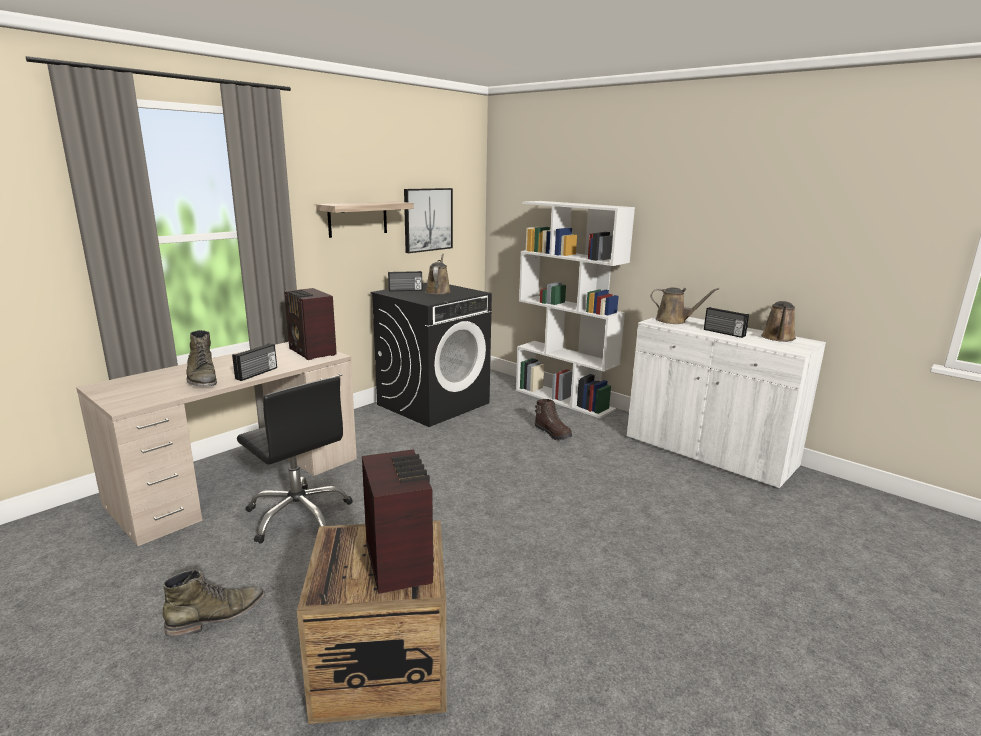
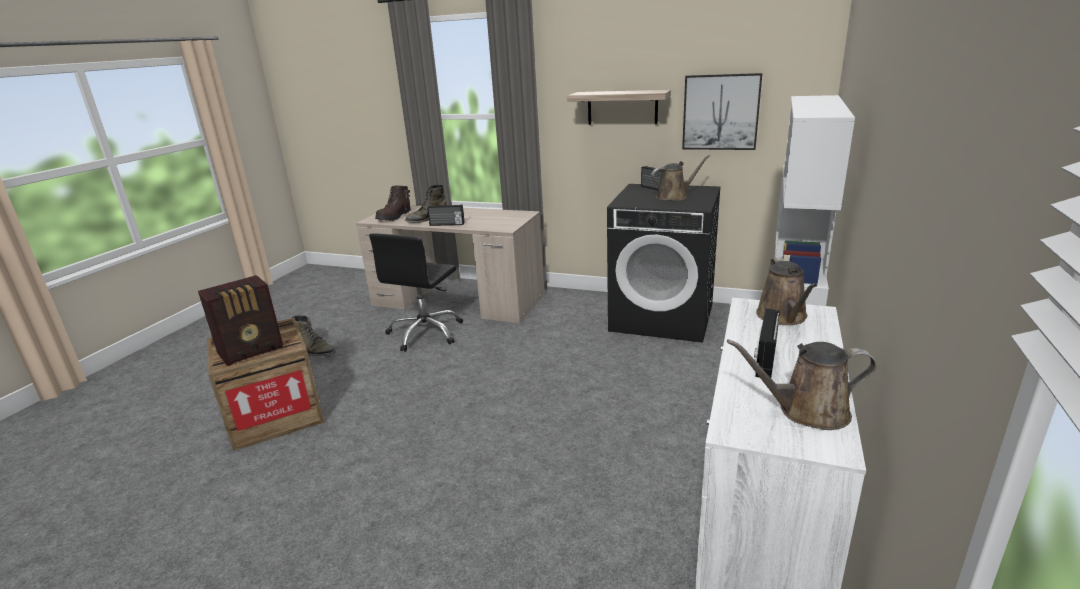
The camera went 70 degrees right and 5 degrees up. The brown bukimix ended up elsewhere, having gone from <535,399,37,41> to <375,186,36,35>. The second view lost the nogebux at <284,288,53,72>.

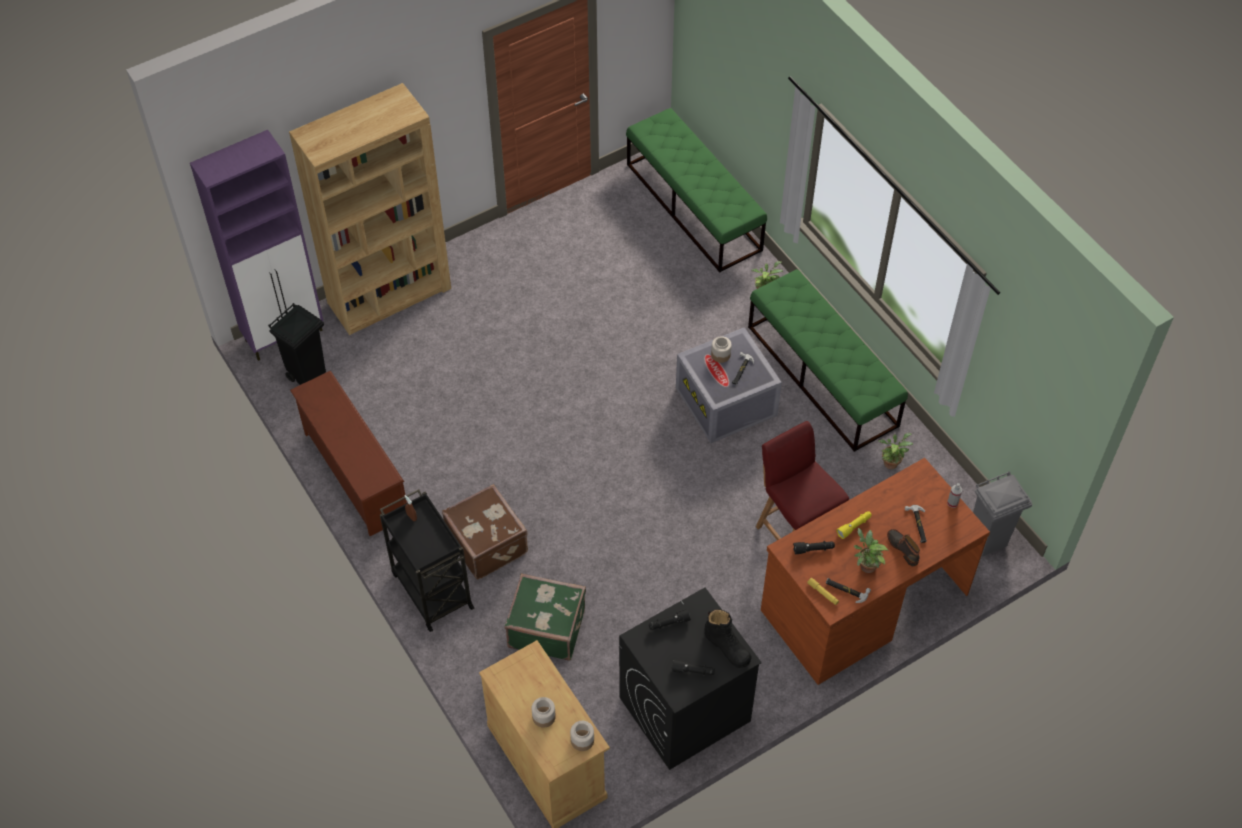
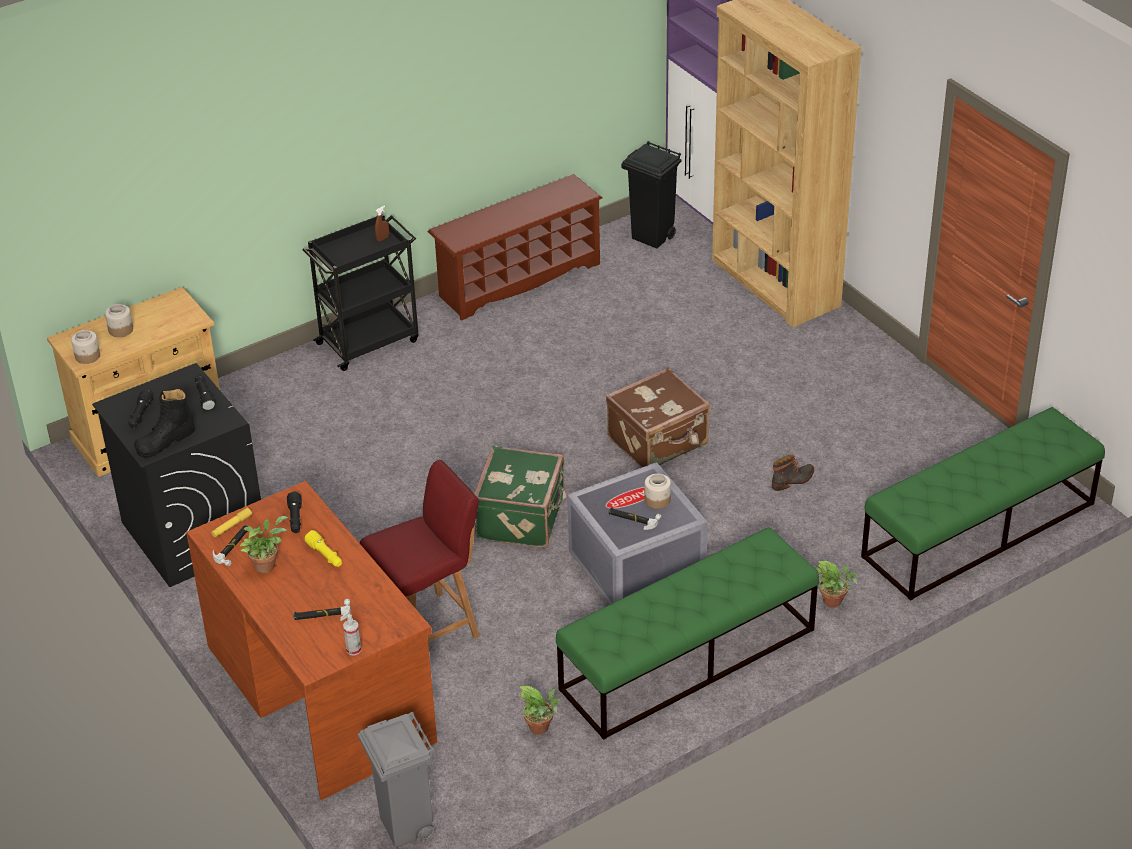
The camera went 90 degrees right and 15 degrees down. The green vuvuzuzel ended up elsewhere, having gone from <505,573,81,88> to <474,446,94,102>. The brown vuvuzuzel ended up elsewhere, having gone from <442,484,86,96> to <606,367,104,101>. The bukimix ended up elsewhere, having gone from <887,529,33,37> to <772,455,42,36>.

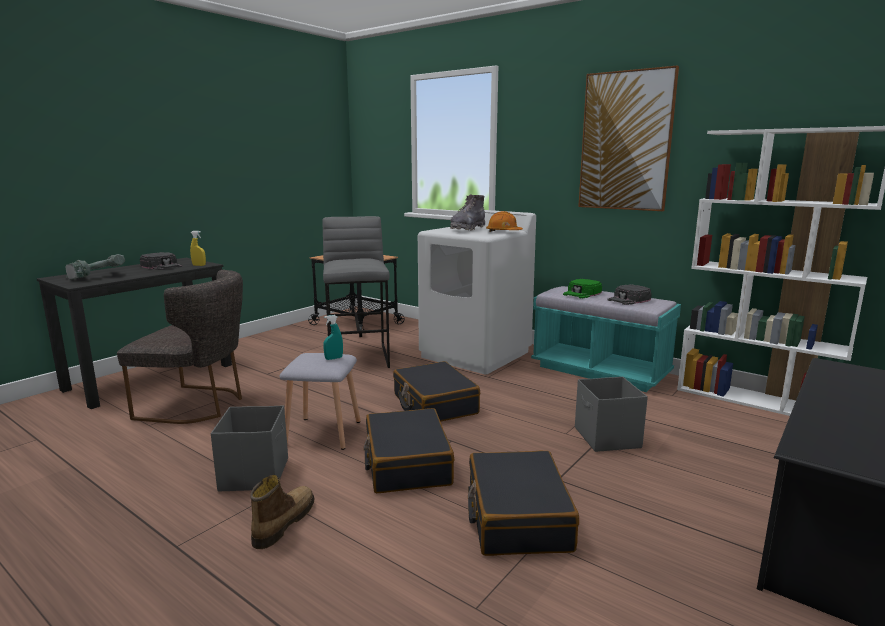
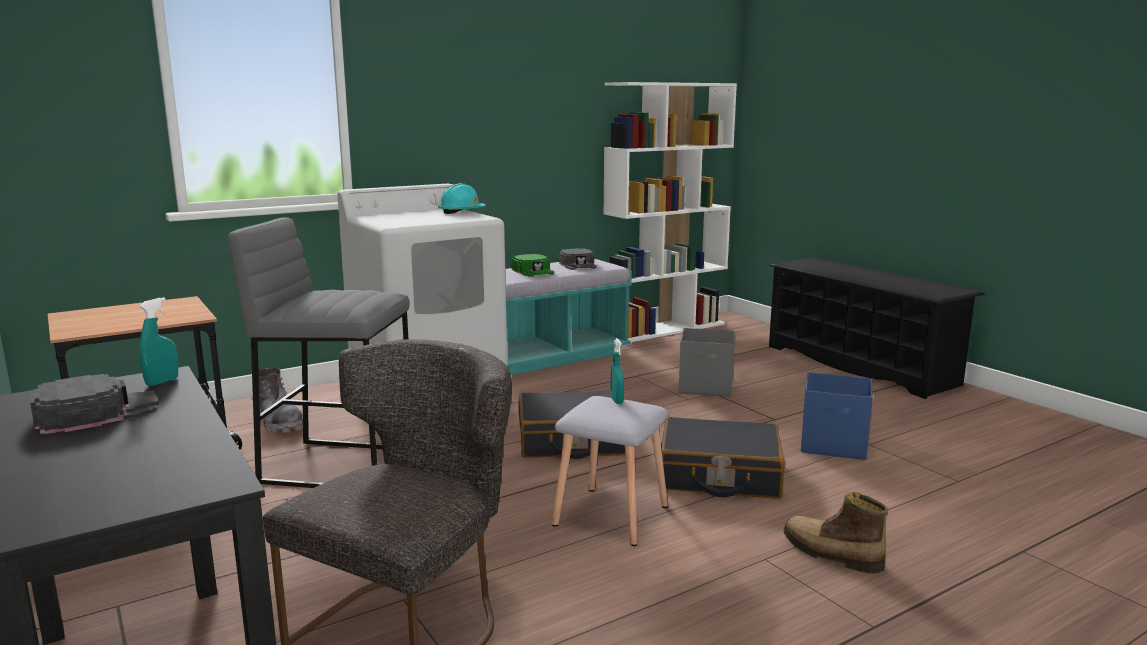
The camera went 70 degrees left and 0 degrees up. What was the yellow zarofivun at <190,231,16,35> turned into the turquoise zarofivun at <139,297,39,89>. The grey bukimix ended up elsewhere, having gone from <450,194,35,36> to <259,368,44,65>. What was the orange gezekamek at <486,211,37,21> turned into the turquoise gezekamek at <438,183,48,31>. Where the black vuvuzuzel stood at <468,451,111,105>, the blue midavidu came to stand at <801,372,72,88>. The second view lost the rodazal at <65,254,60,25>. The second view lost the grey midavidu at <211,405,77,86>. The second view lost the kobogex at <578,66,101,145>.

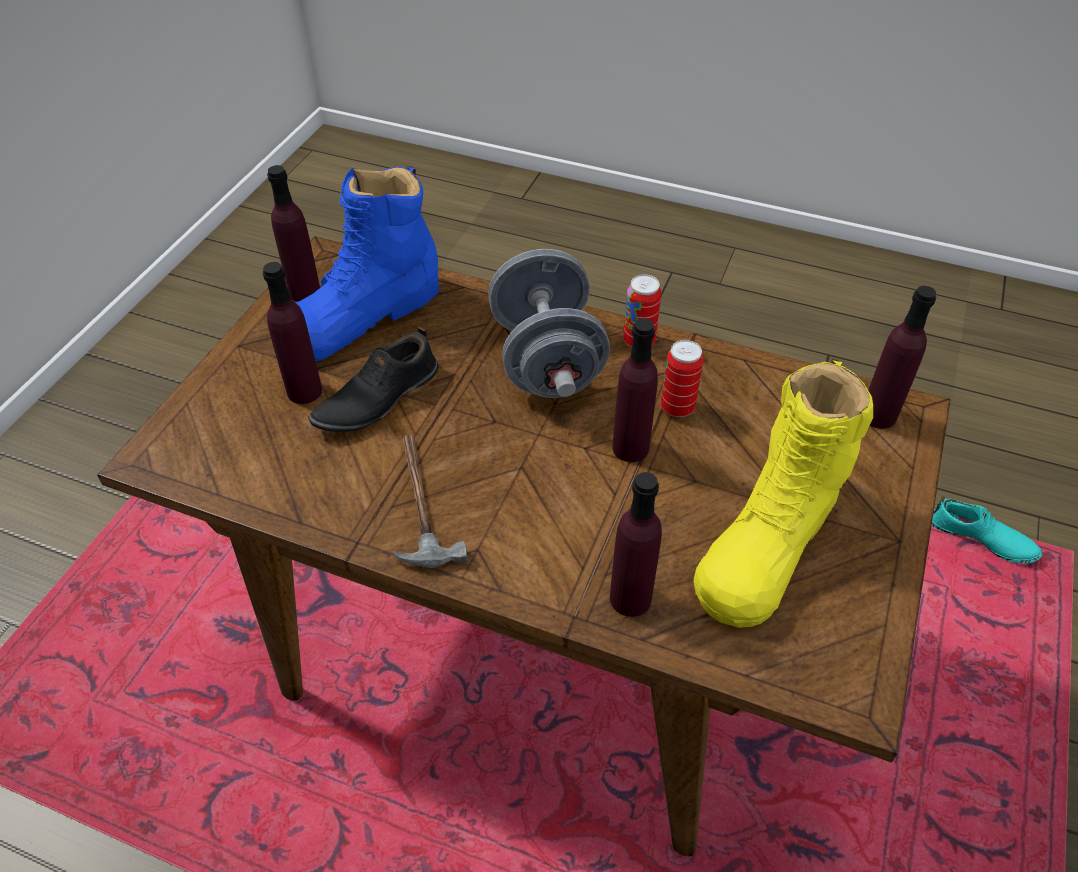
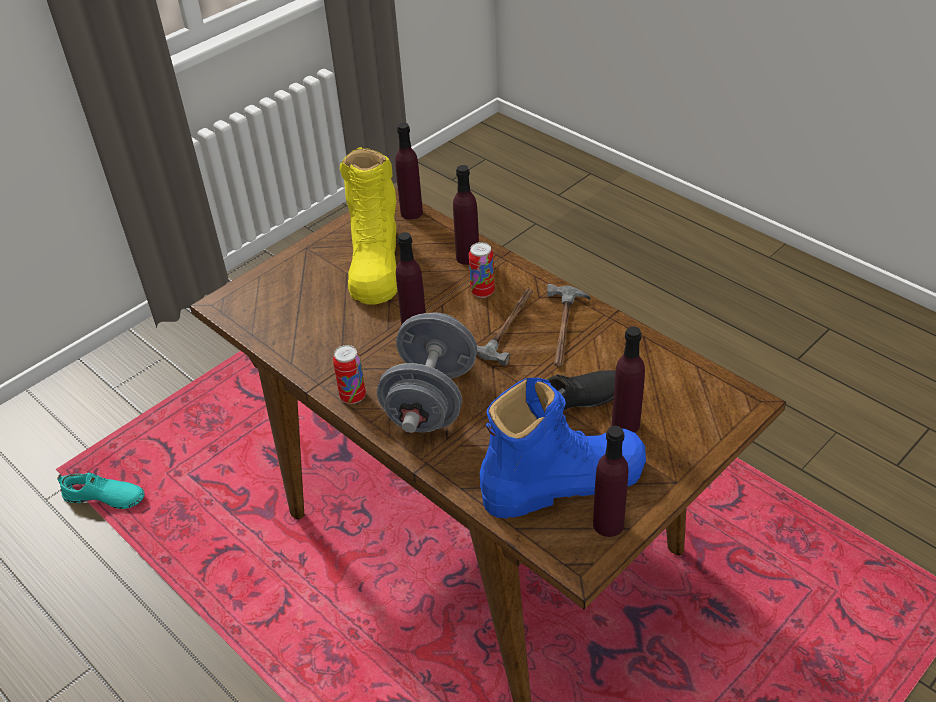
The camera went 155 degrees left and 5 degrees down. The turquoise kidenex at <932,496,111,67> ended up facing another way, 135 degrees clockwise from before. The yellow bukimix at <694,359,179,269> ended up facing another way, 120 degrees clockwise from before. The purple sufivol ended up elsewhere, having gone from <868,286,68,143> to <395,123,28,96>. The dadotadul ended up elsewhere, having gone from <661,340,43,77> to <469,242,26,56>. The second view gained the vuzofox at <477,288,56,78>.

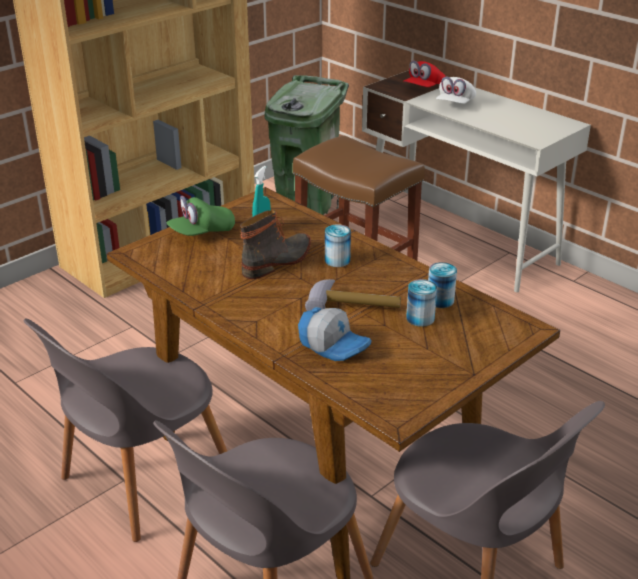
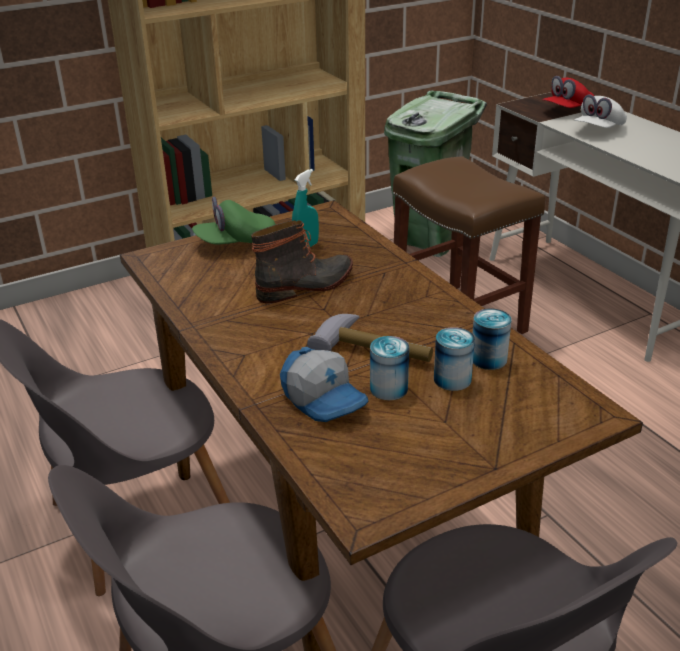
The camera went 15 degrees right and 0 degrees up. The dadotadul ended up elsewhere, having gone from <325,224,26,43> to <370,336,39,64>.

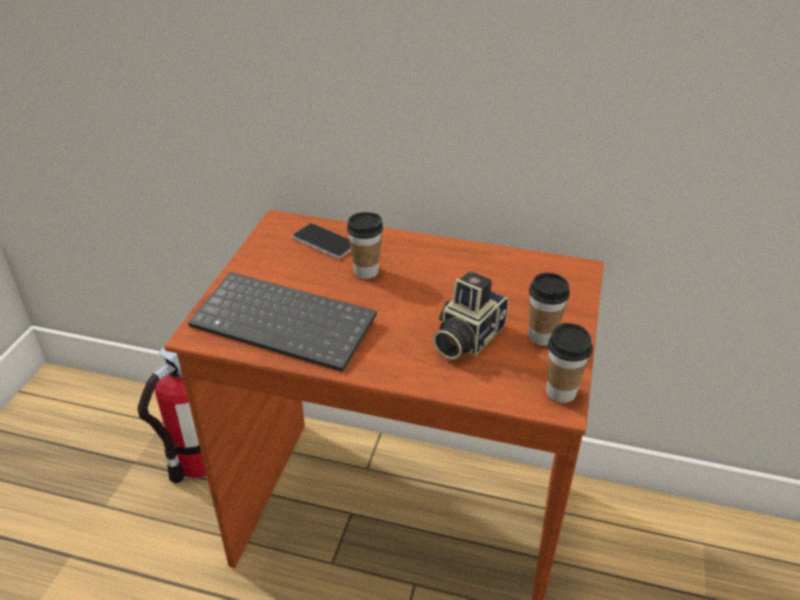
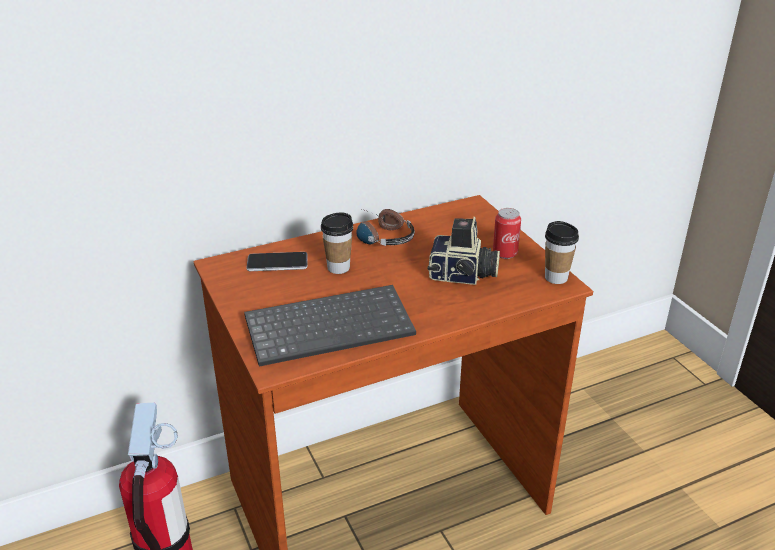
The camera went 40 degrees left and 5 degrees down. The second view gained the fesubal at <356,209,59,37>. The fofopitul at <433,271,76,88> ended up facing another way, 75 degrees counterclockwise from before. Where the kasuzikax stood at <528,273,42,73>, the dadotadul came to stand at <493,208,28,51>.

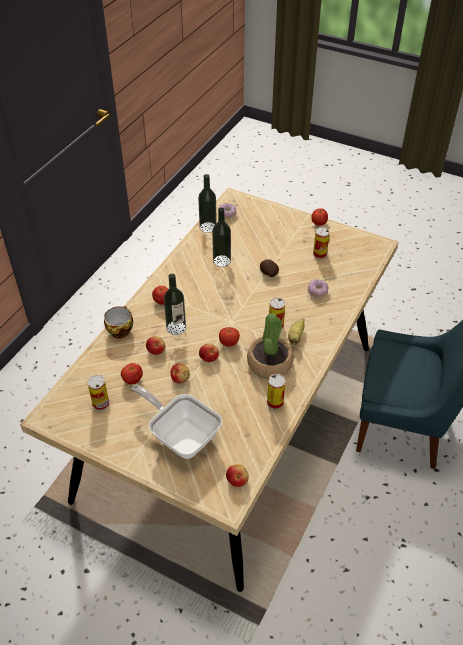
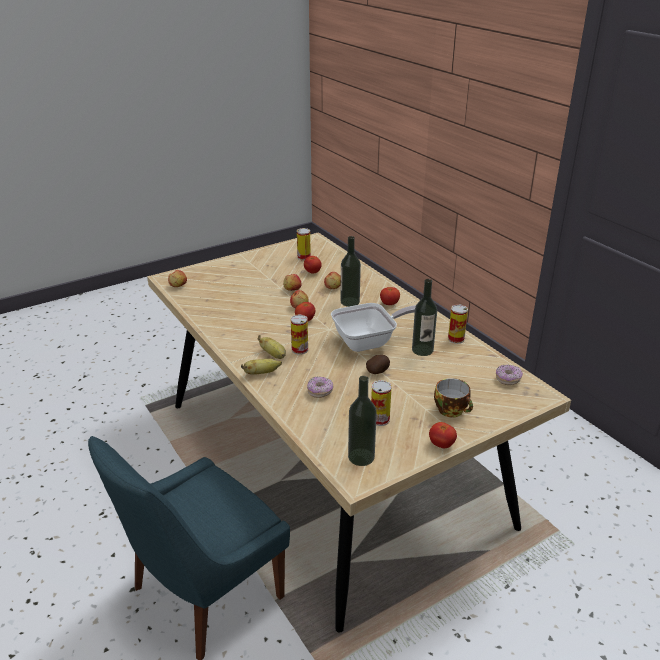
The camera went 120 degrees right and 15 degrees down. The second view gained the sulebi at <241,359,41,16>. The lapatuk ended up elsewhere, having gone from <132,385,91,74> to <331,303,85,49>. The sufivol ended up elsewhere, having gone from <198,174,19,59> to <348,376,29,90>. The kasuzikax ended up elsewhere, having gone from <104,306,29,33> to <434,378,39,40>. The dadotadul ended up elsewhere, having gone from <267,374,18,36> to <448,304,20,40>. The second view lost the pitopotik at <247,313,47,66>.

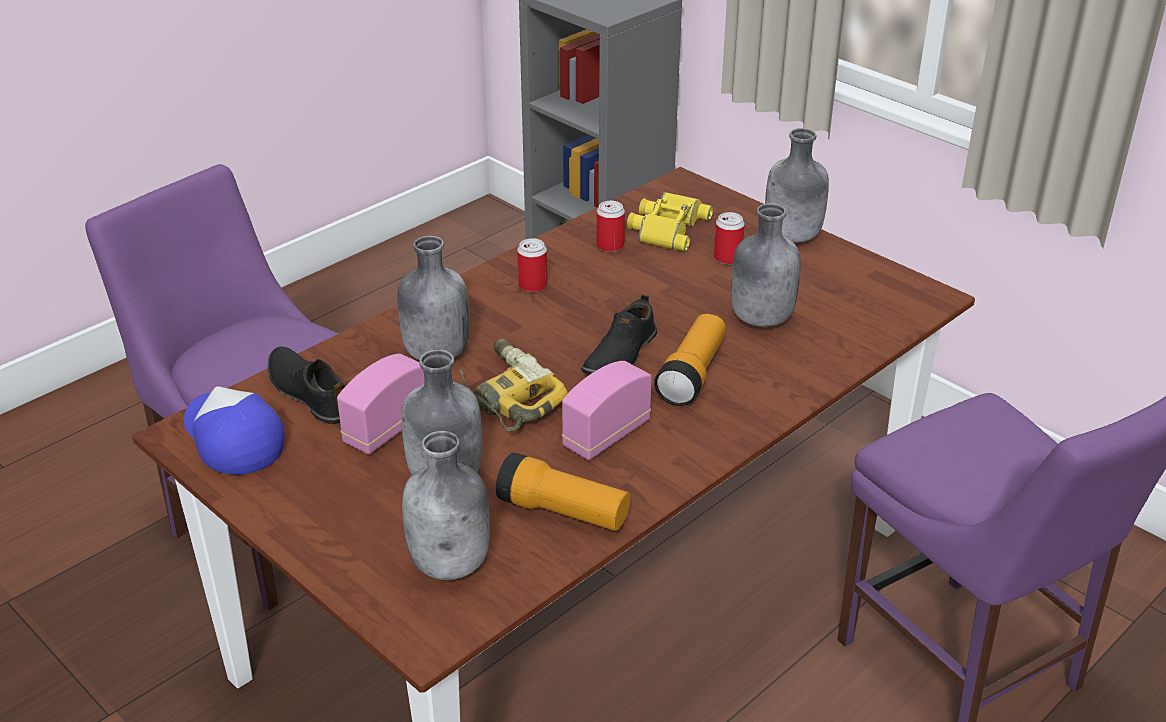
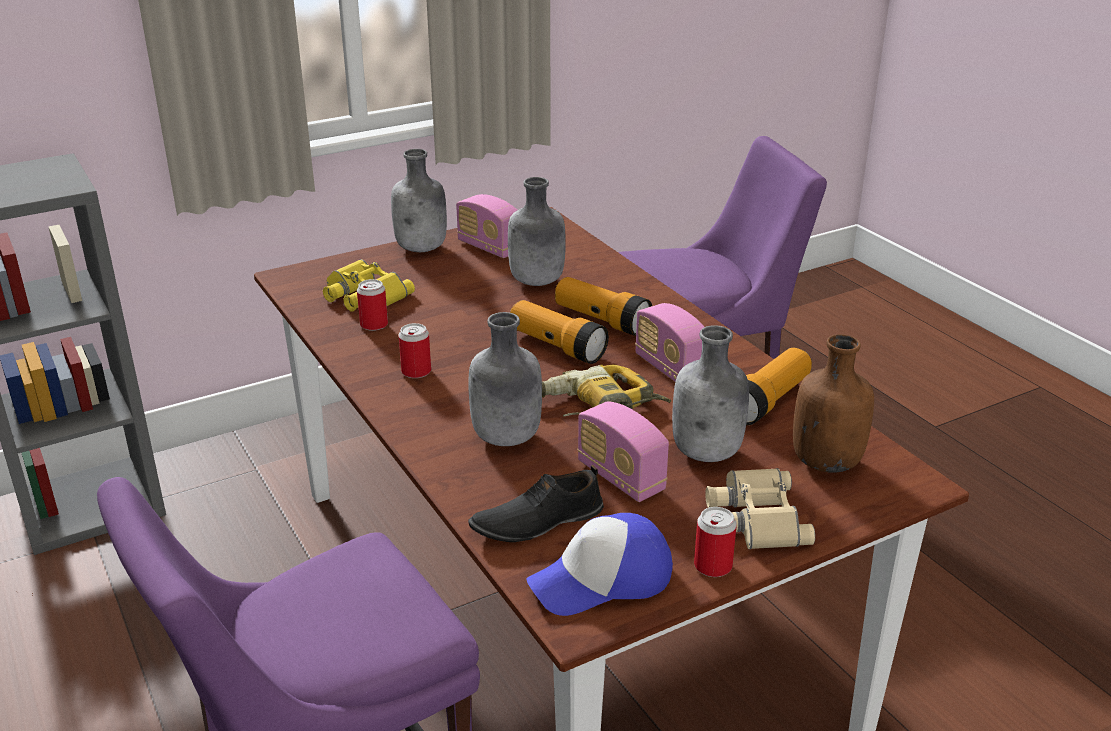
The camera went 75 degrees left and 5 degrees down. The second view gained the nogebux at <456,194,61,64>. Where the black kidenex stood at <581,294,76,81>, the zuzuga came to stand at <510,300,99,64>. The dadotadul ended up elsewhere, having gone from <714,212,31,52> to <694,507,43,70>. The second view gained the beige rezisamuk at <705,468,110,81>. What was the grey sufivol at <402,431,88,149> turned into the brown sufivol at <793,334,81,139>.

